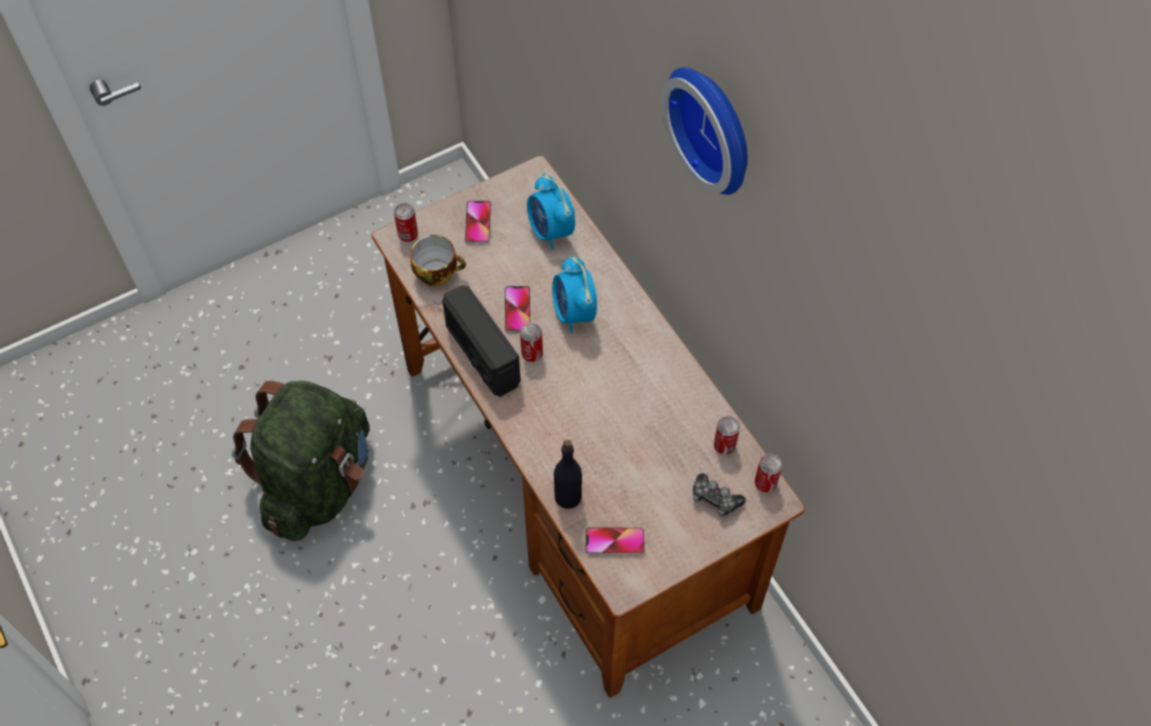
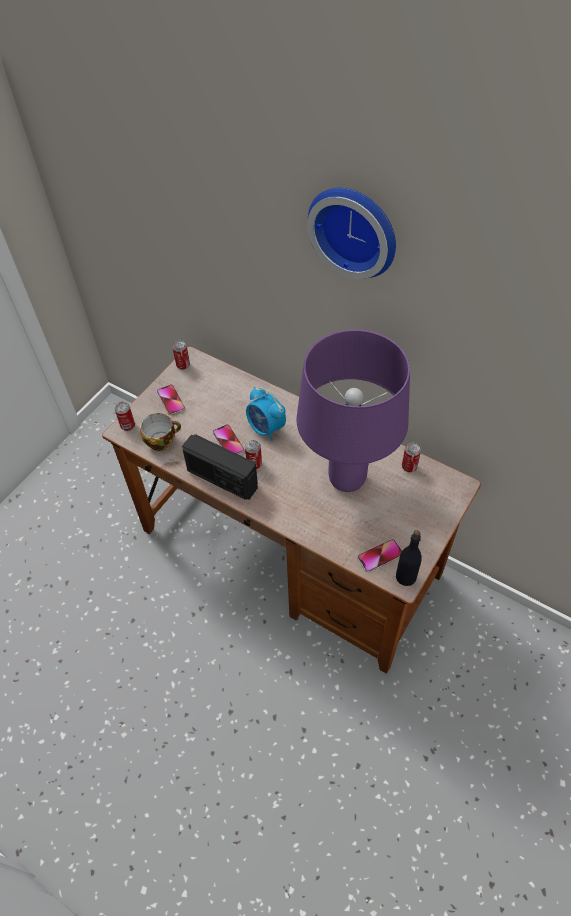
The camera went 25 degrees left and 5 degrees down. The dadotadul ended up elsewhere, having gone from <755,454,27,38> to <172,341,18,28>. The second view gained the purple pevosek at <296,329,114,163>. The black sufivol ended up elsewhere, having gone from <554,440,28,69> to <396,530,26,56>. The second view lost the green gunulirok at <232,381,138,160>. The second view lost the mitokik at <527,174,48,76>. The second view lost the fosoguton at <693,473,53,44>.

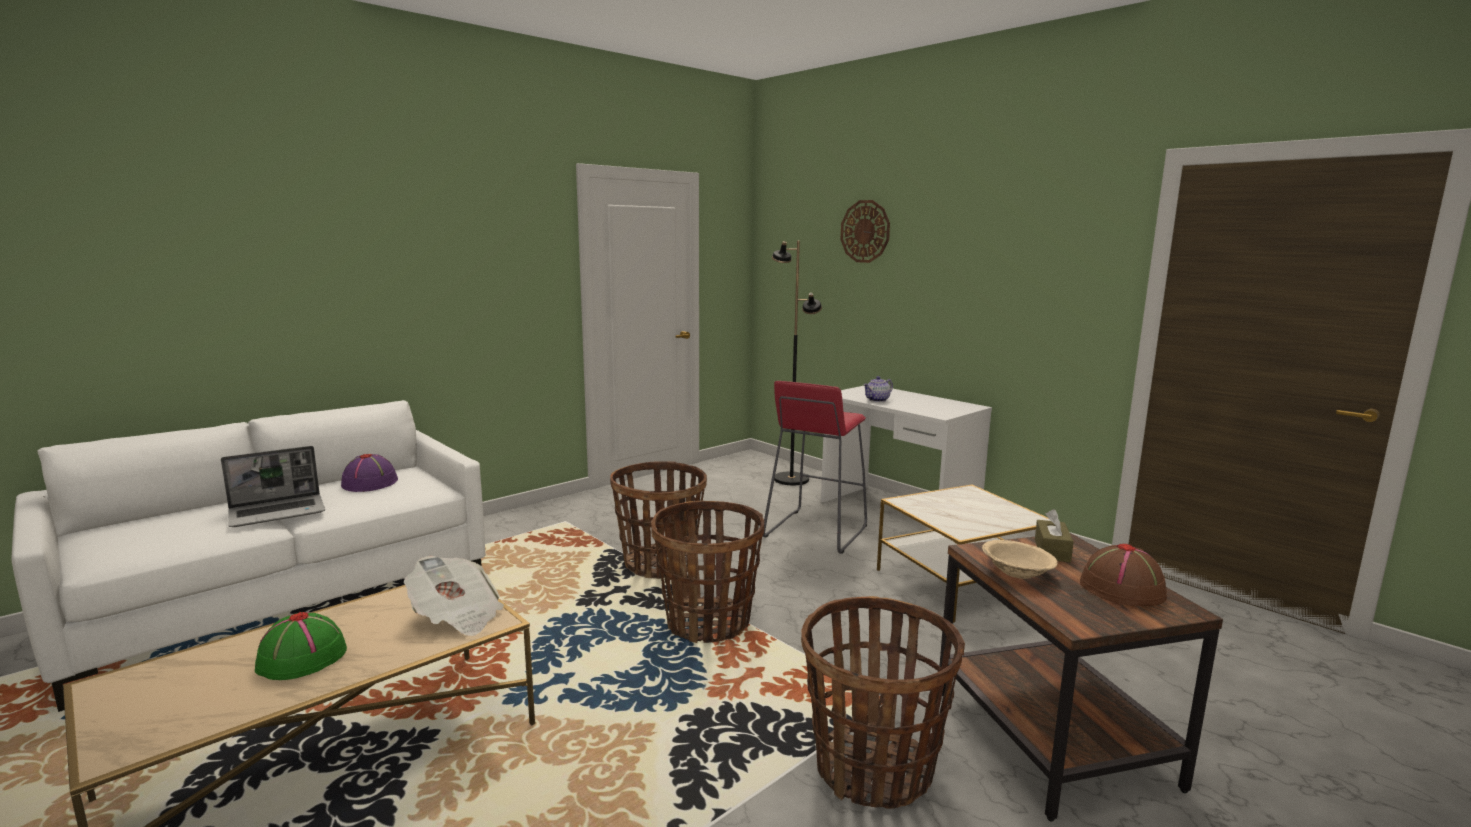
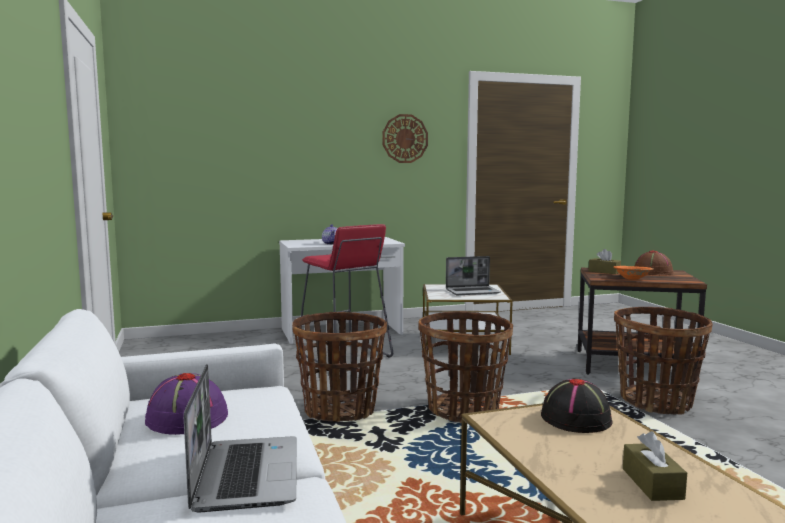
The camera went 65 degrees left and 5 degrees down. The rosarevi ended up elsewhere, having gone from <840,200,50,63> to <383,114,45,49>. The second view gained the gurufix at <446,256,55,39>. Where the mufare stood at <404,556,100,80>, the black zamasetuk came to stand at <541,378,72,55>. What was the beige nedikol at <982,540,76,39> turned into the orange nedikol at <614,266,39,14>. Where the green zamasetuk stood at <255,612,92,68>, the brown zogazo came to stand at <623,431,64,70>. The second view lost the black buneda at <772,241,50,244>.

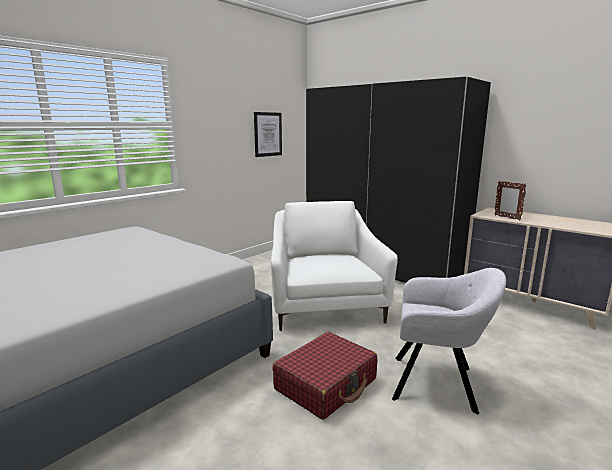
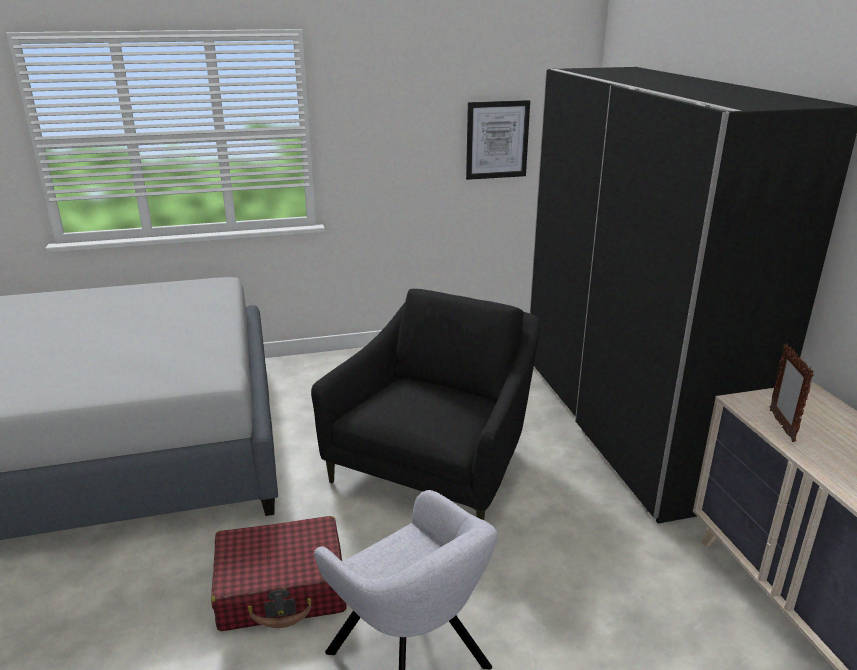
The camera went 35 degrees right and 10 degrees up. What was the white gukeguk at <271,201,127,130> turned into the black gukeguk at <311,289,229,231>.

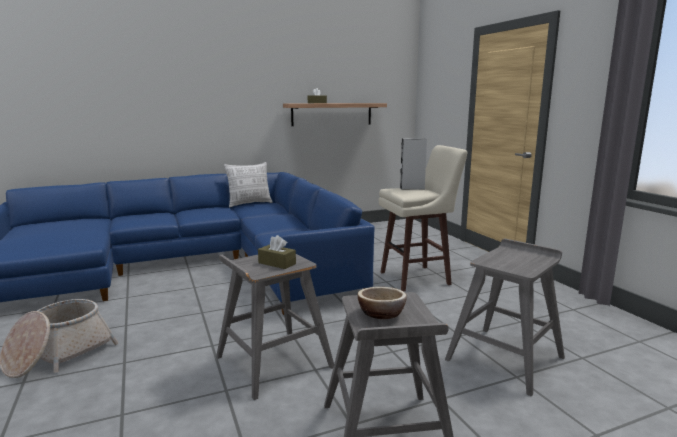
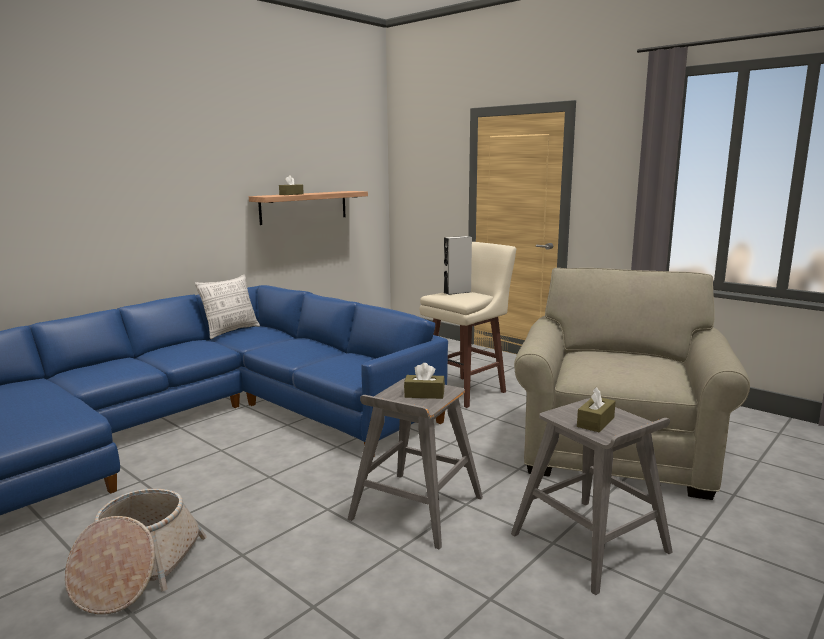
The camera went 25 degrees left and 0 degrees up. Where the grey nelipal stood at <445,239,120,157>, the beige gukeguk came to stand at <514,268,236,232>. Where the nedikol stood at <358,287,49,32>, the brown zogazo came to stand at <577,387,39,45>.

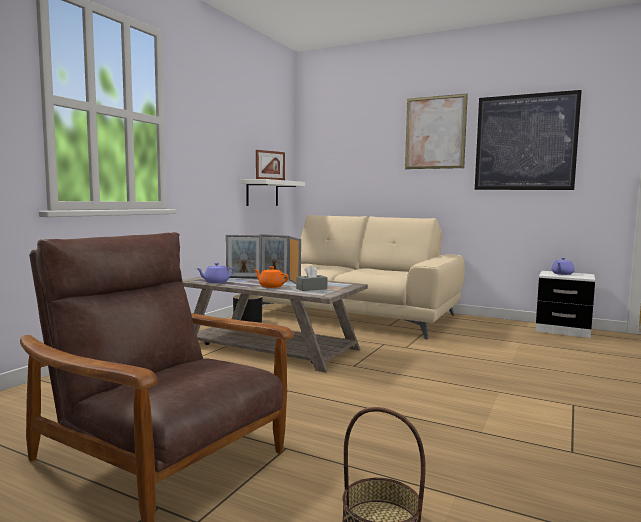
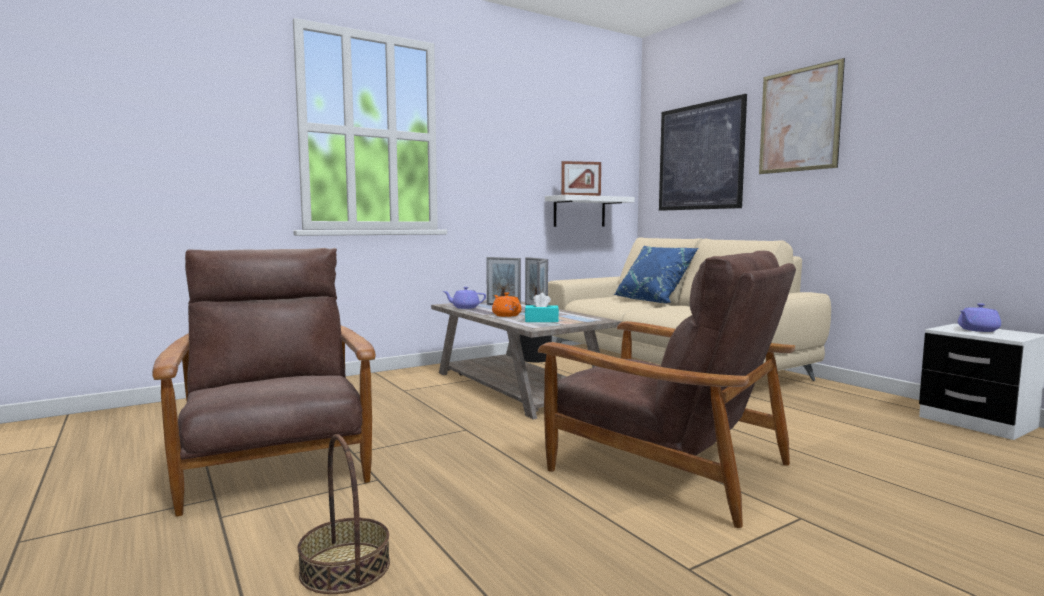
The camera went 30 degrees right and 0 degrees up. What was the grey zogazo at <296,265,31,26> turned into the turquoise zogazo at <525,293,34,29>. The second view gained the brown gukeguk at <538,251,258,277>. The second view gained the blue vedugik at <614,246,84,57>. The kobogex ended up elsewhere, having gone from <475,90,107,100> to <659,94,88,117>.

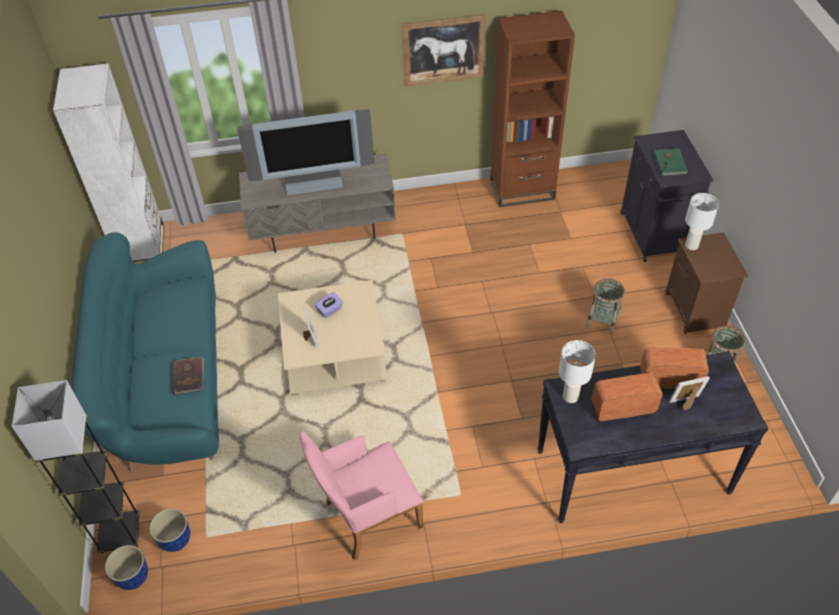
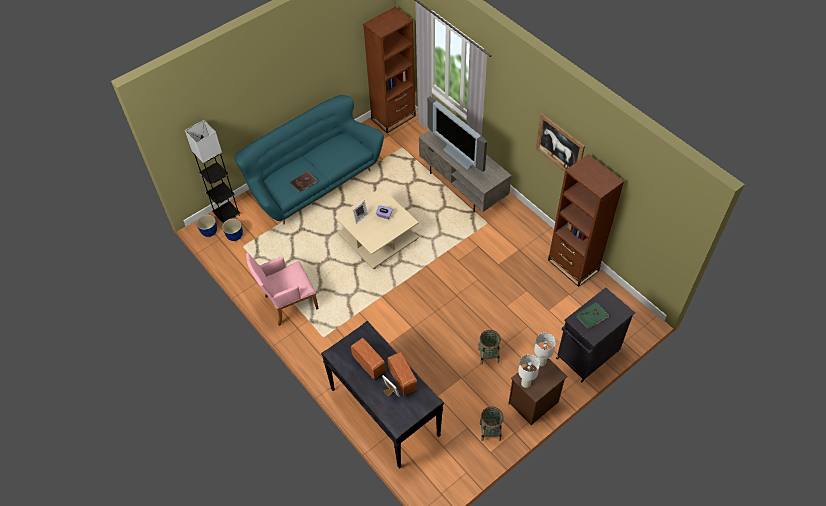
The camera went 60 degrees right and 5 degrees up. The pink gukeguk at <300,431,123,129> ended up facing another way, 60 degrees counterclockwise from before. What was the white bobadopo at <53,63,111,199> turned into the brown bobadopo at <363,7,53,126>. The white pevosek ended up elsewhere, having gone from <559,340,37,63> to <518,354,22,34>.

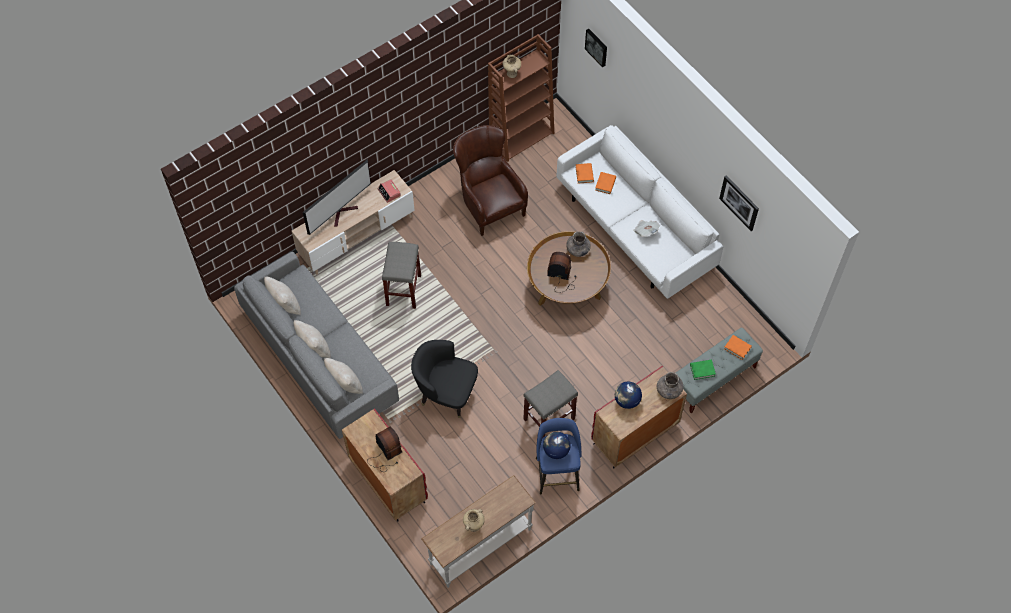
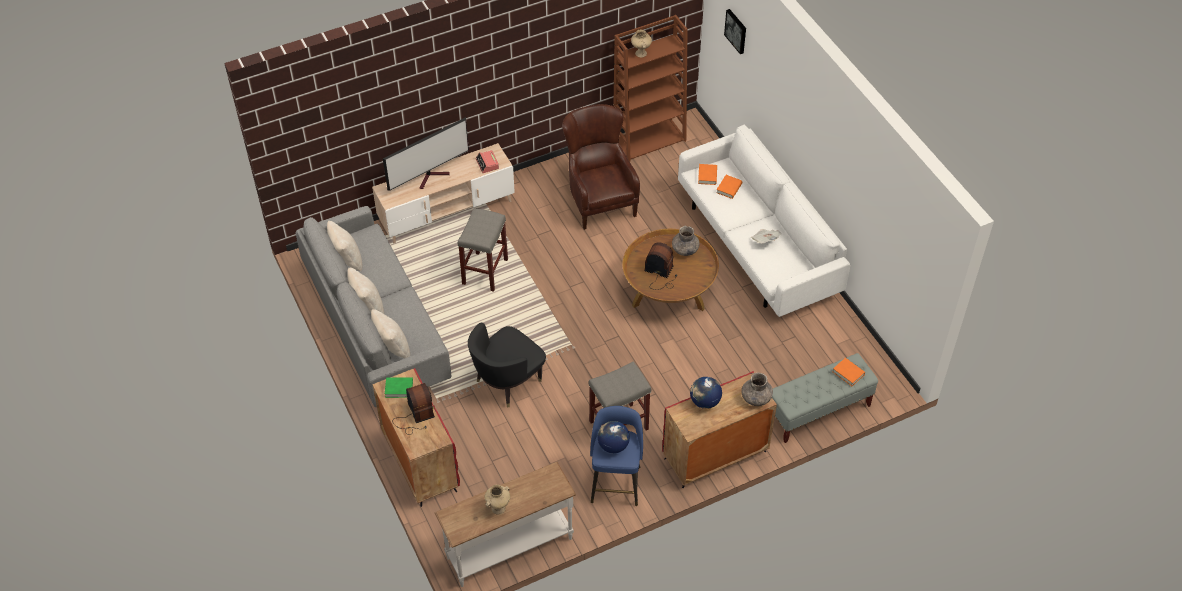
The camera went 10 degrees right and 10 degrees down. The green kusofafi ended up elsewhere, having gone from <690,360,26,20> to <385,377,28,21>. The black gukeguk at <411,340,67,78> ended up facing another way, 75 degrees counterclockwise from before. The second view lost the kobogex at <719,175,40,56>.

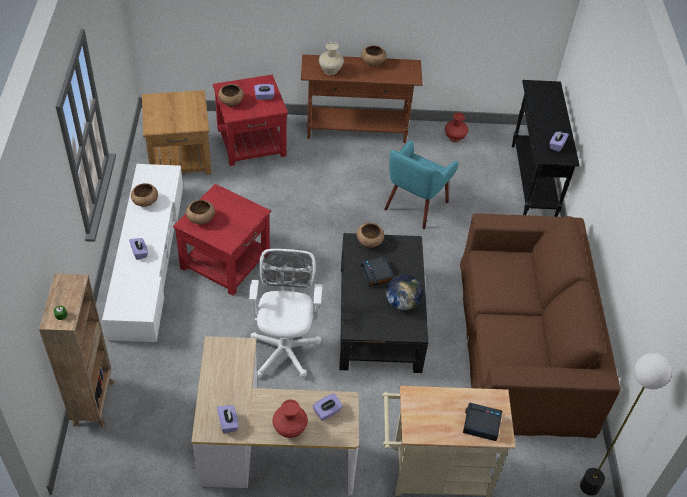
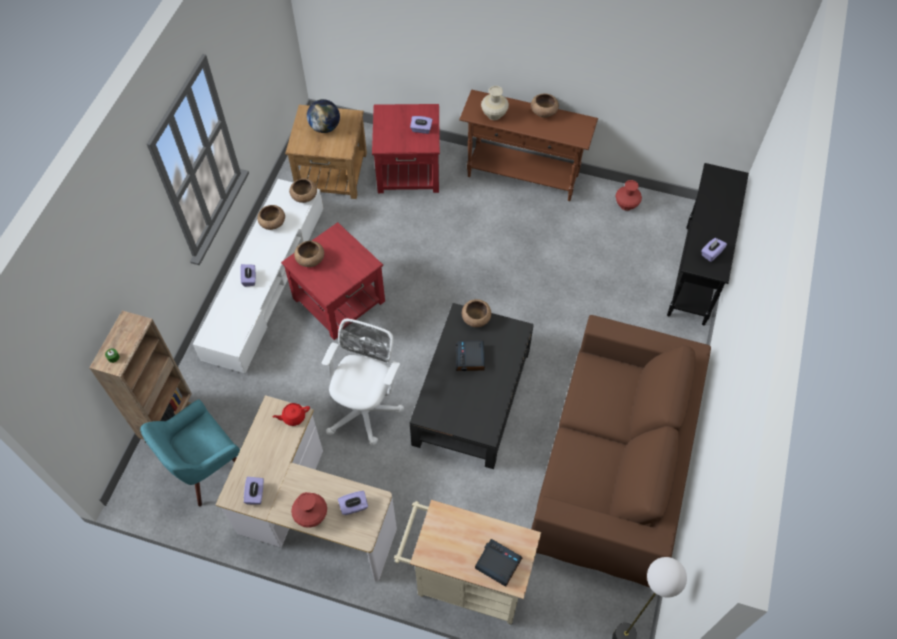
The camera went 20 degrees right and 10 degrees up. The turquoise gukeguk ended up elsewhere, having gone from <384,140,74,89> to <140,400,100,107>. The second view gained the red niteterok at <272,403,38,23>. The brown nedikol ended up elsewhere, having gone from <218,84,26,22> to <289,178,28,25>. The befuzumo ended up elsewhere, having gone from <386,274,37,37> to <307,99,33,34>.

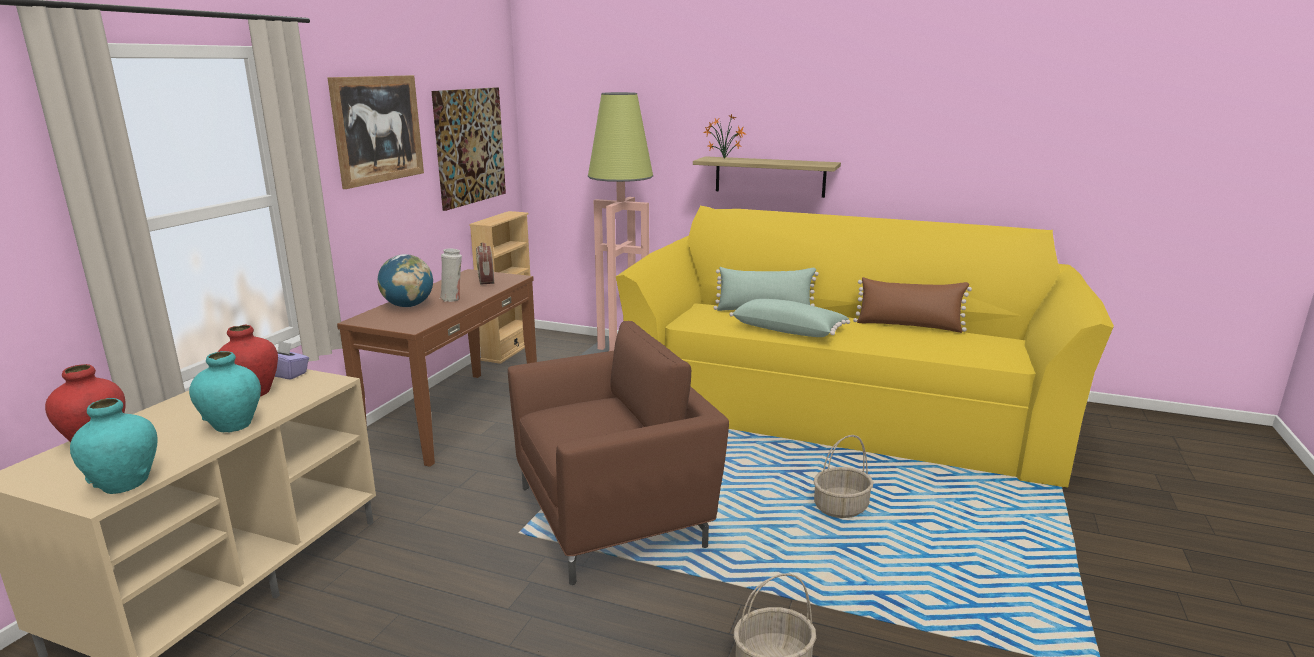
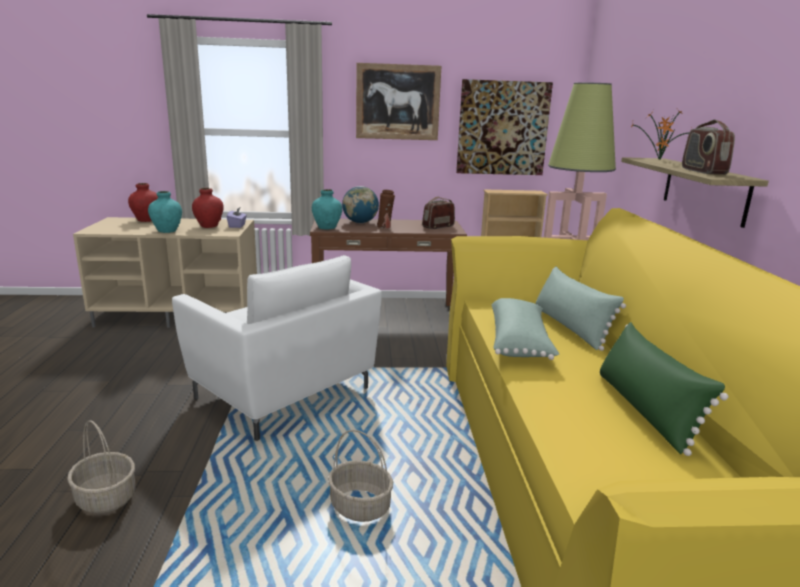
The camera went 65 degrees right and 0 degrees up. What was the brown gukeguk at <508,321,221,264> turned into the white gukeguk at <172,255,210,186>. The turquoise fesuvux ended up elsewhere, having gone from <70,398,88,96> to <312,189,30,40>. What was the white fesuvux at <440,249,22,53> turned into the brown fesuvux at <377,190,18,38>. What was the brown vedugik at <853,277,119,56> turned into the green vedugik at <600,322,128,134>. The second view gained the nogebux at <682,120,53,54>.

